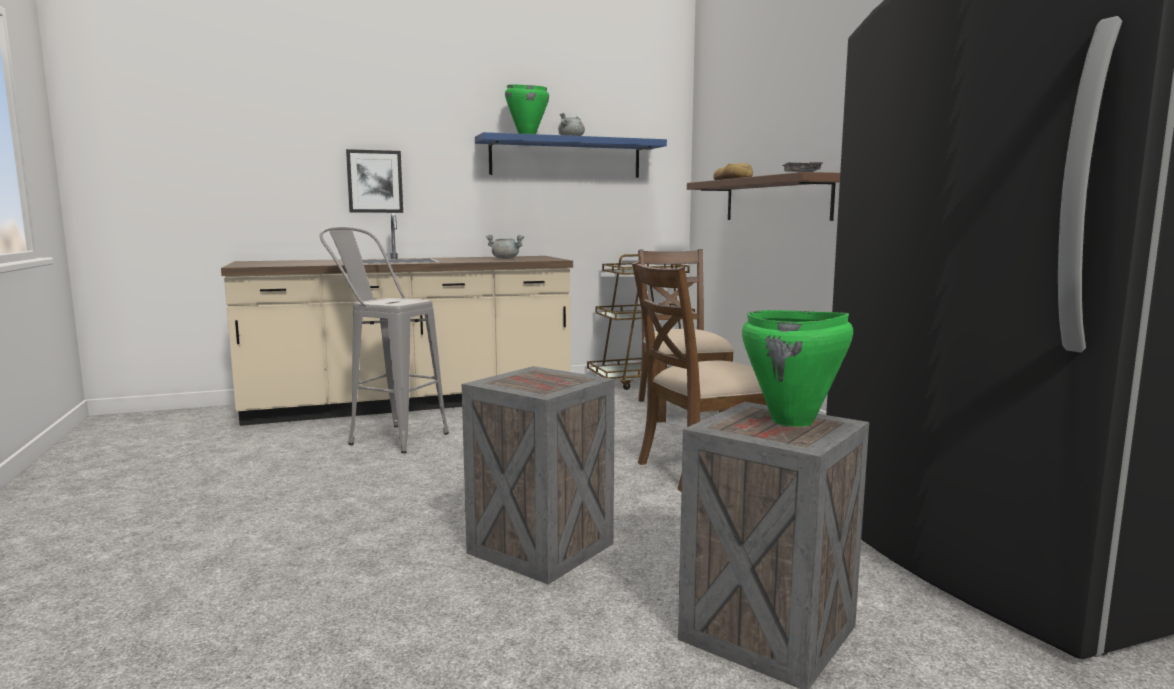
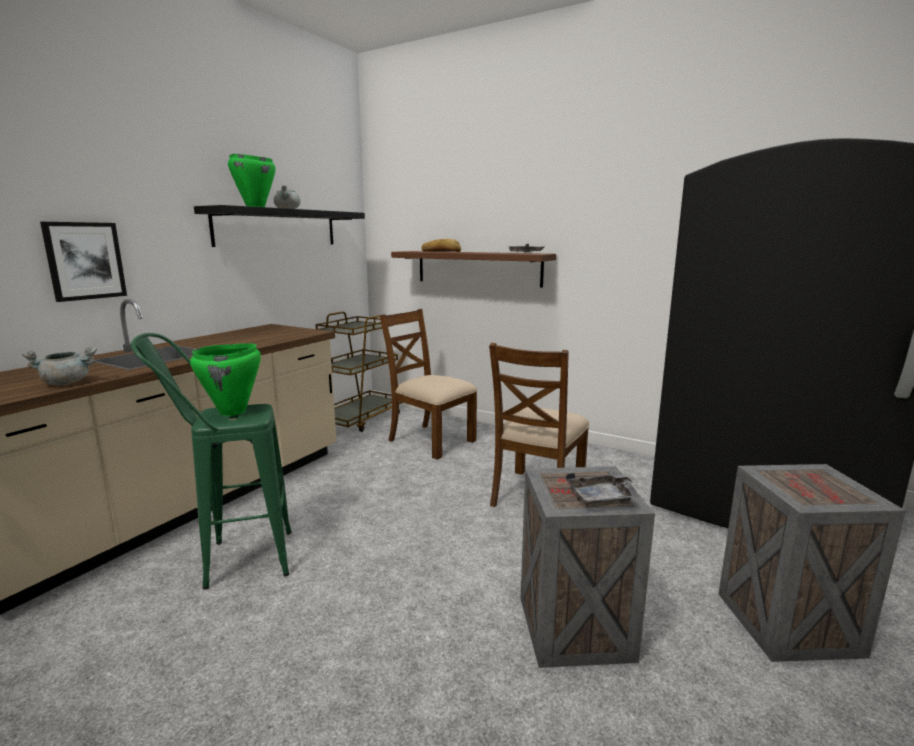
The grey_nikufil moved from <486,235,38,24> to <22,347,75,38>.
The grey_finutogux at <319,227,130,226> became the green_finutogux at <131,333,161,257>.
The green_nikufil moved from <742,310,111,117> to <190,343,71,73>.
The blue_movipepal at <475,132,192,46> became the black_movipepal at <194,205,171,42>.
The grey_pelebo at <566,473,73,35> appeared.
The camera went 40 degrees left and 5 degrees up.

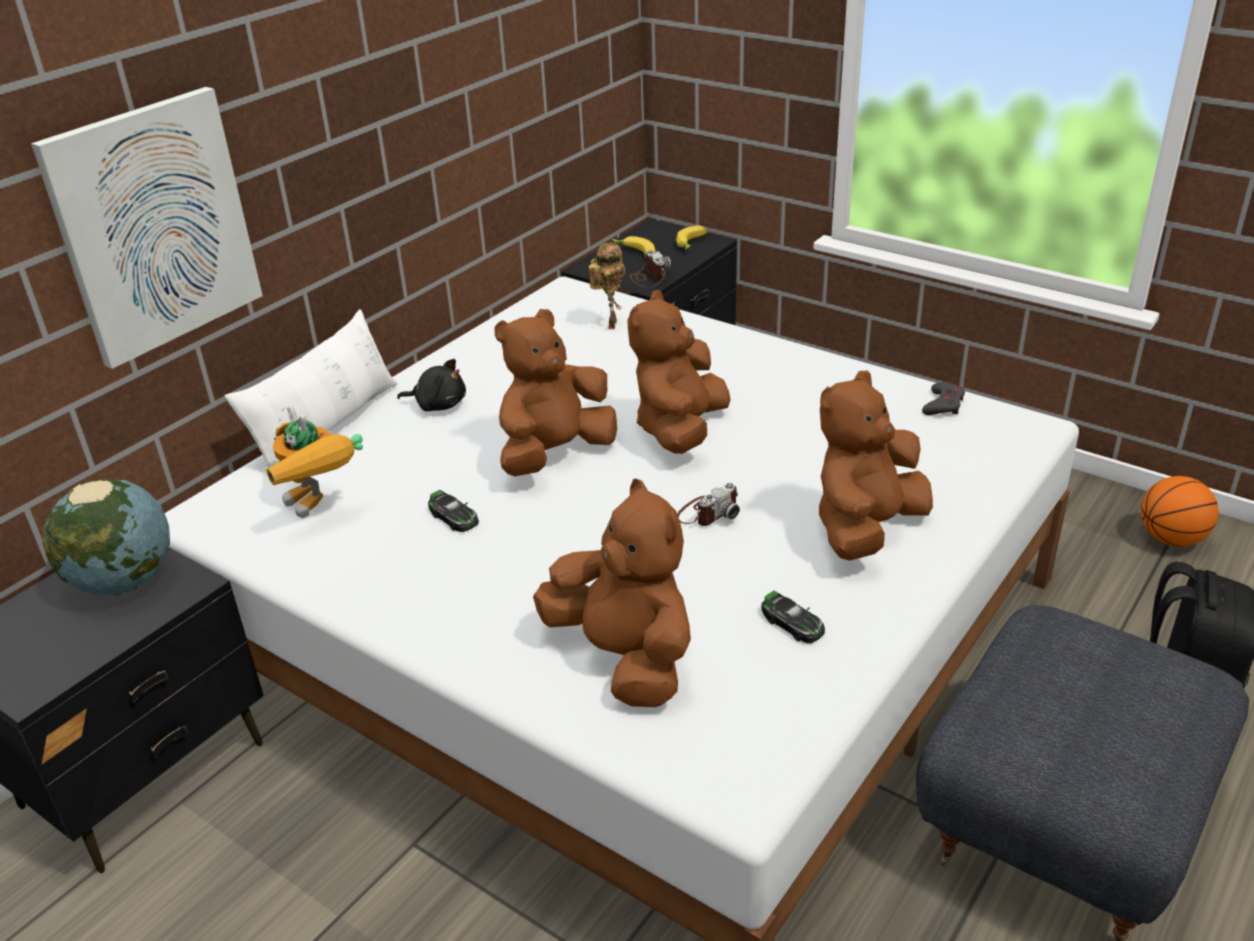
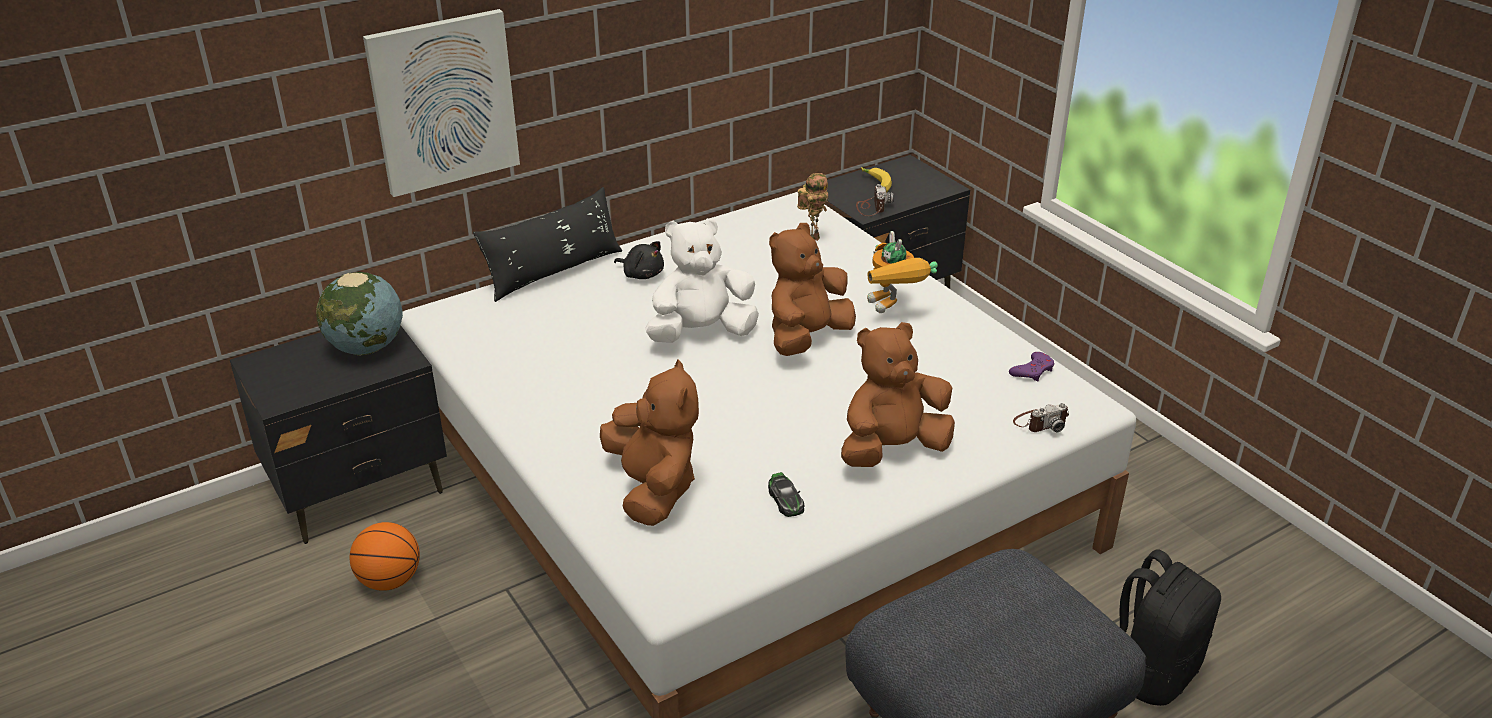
The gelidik moved from <1141,476,78,71> to <349,522,71,69>.
The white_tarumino at <225,309,173,160> became the black_tarumino at <473,187,149,115>.
The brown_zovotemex at <495,309,122,167> became the white_zovotemex at <645,218,114,125>.
The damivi moved from <267,406,96,112> to <867,231,71,82>.
The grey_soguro at <922,382,43,33> became the purple_soguro at <1009,352,45,30>.
The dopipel moved from <677,483,63,43> to <1013,403,56,29>.
The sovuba at <428,490,51,42> disappeared.
The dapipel at <676,226,32,24> disappeared.
The camera went 20 degrees right and 0 degrees up.

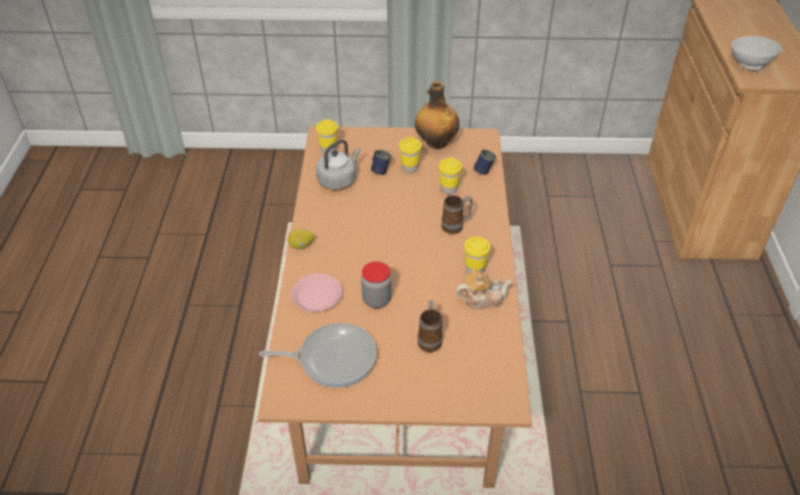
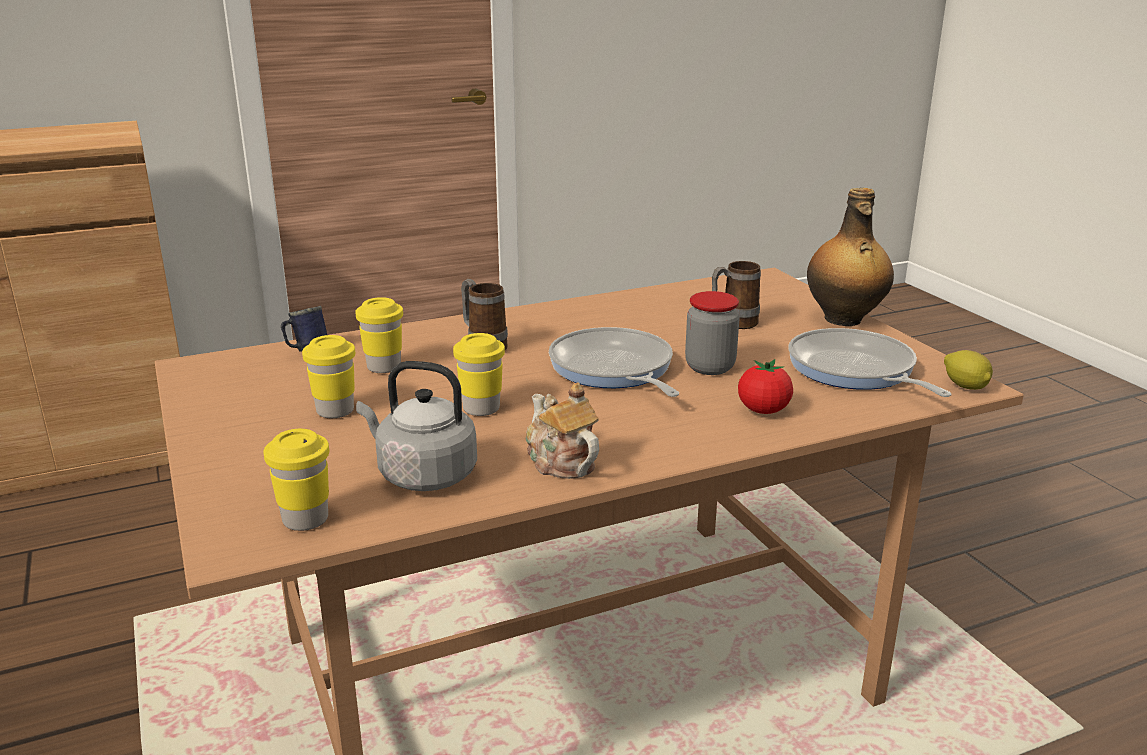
The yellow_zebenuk moved from <464,237,27,37> to <453,333,52,83>.
The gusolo moved from <456,269,56,40> to <526,383,73,96>.
The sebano at <549,327,130,70> appeared.
The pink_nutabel at <291,273,52,39> was replaced by the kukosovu at <738,359,55,55>.
The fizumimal moved from <415,81,44,68> to <807,188,87,138>.
The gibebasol moved from <287,229,27,20> to <944,350,49,40>.
The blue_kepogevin at <371,150,21,25> disappeared.
The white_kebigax at <731,36,51,34> disappeared.
The camera went 115 degrees left and 20 degrees down.

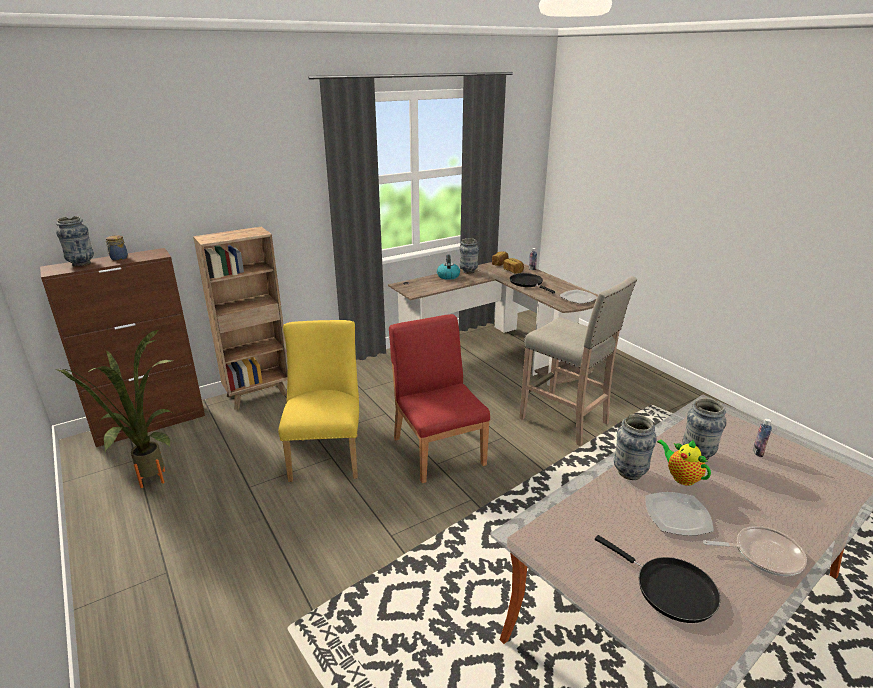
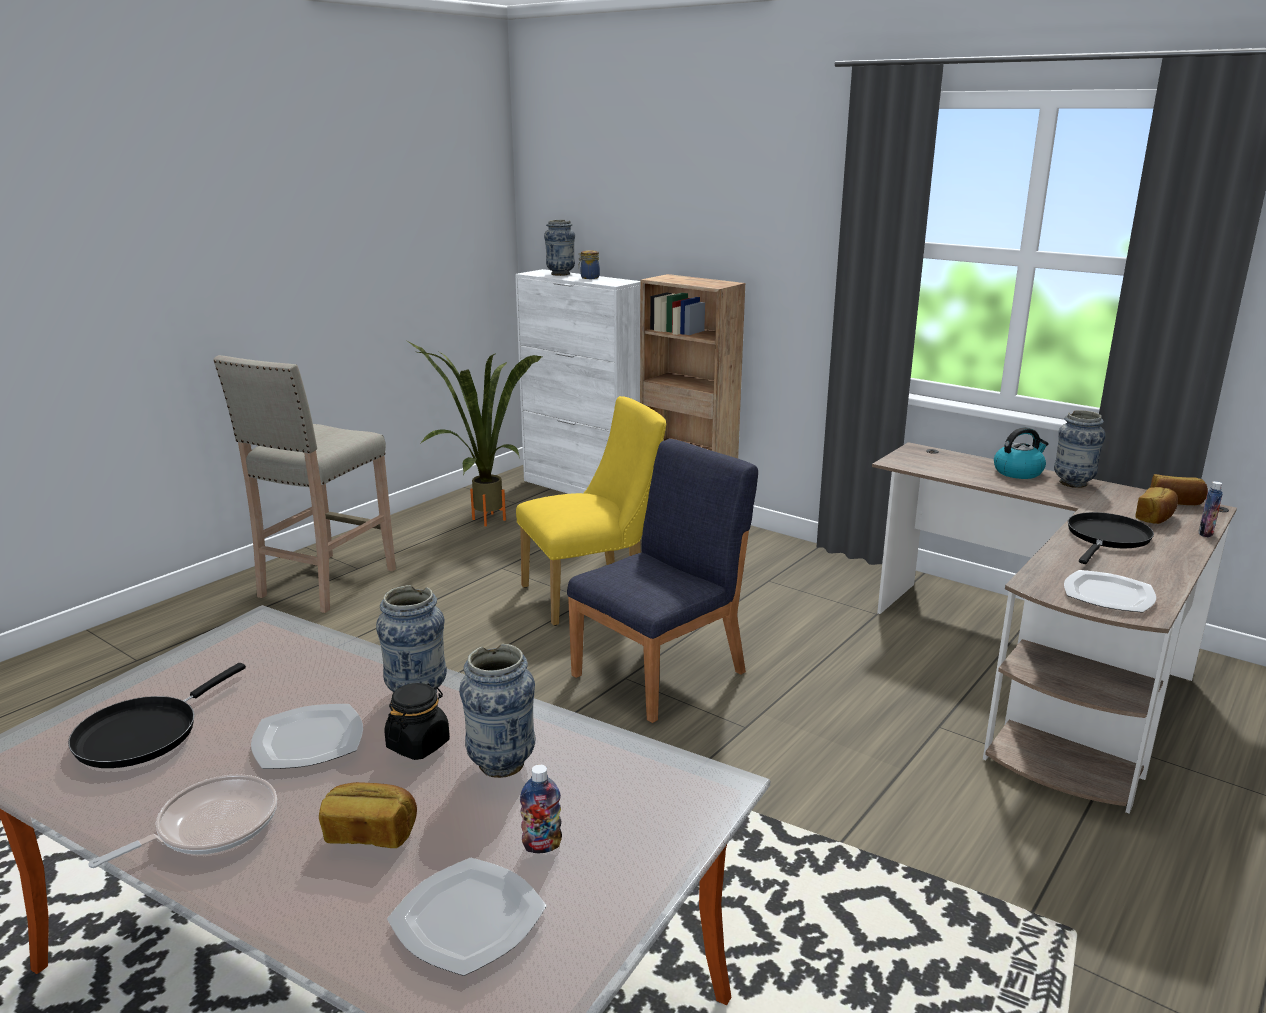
The sebano at <703,526,104,50> turned 120 degrees counterclockwise.
The beige_finutogux moved from <519,276,118,170> to <213,355,183,258>.
The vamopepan at <319,782,98,66> appeared.
The gusolo at <657,439,54,47> was replaced by the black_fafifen at <384,683,66,77>.
The nutabel at <387,857,160,119> appeared.
The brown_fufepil at <40,248,165,199> became the white_fufepil at <515,269,125,225>.
The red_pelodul at <389,314,101,169> became the blue_pelodul at <567,439,191,284>.
The camera went 70 degrees right and 5 degrees down.

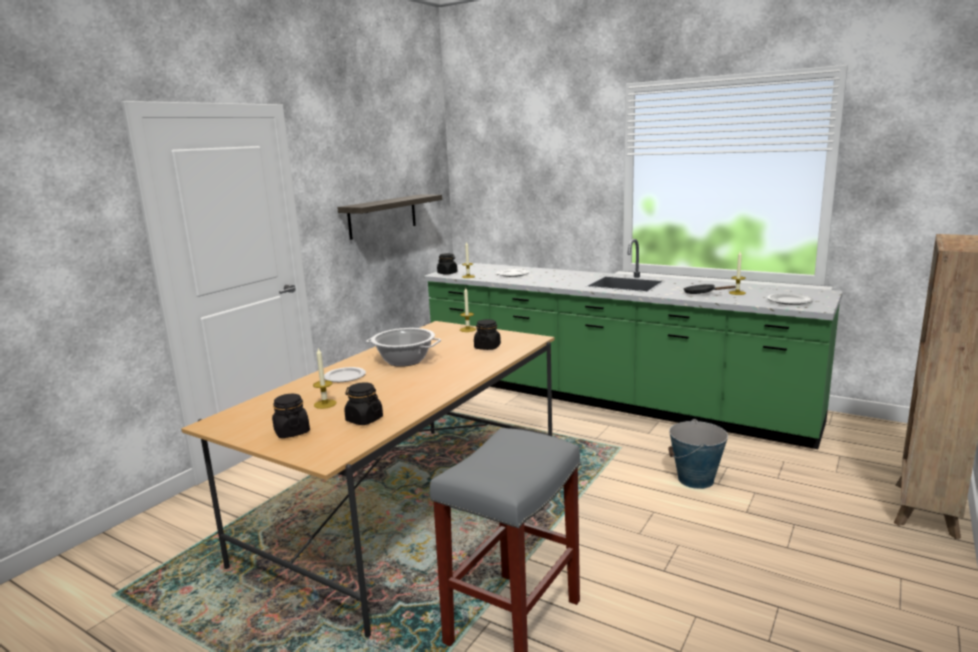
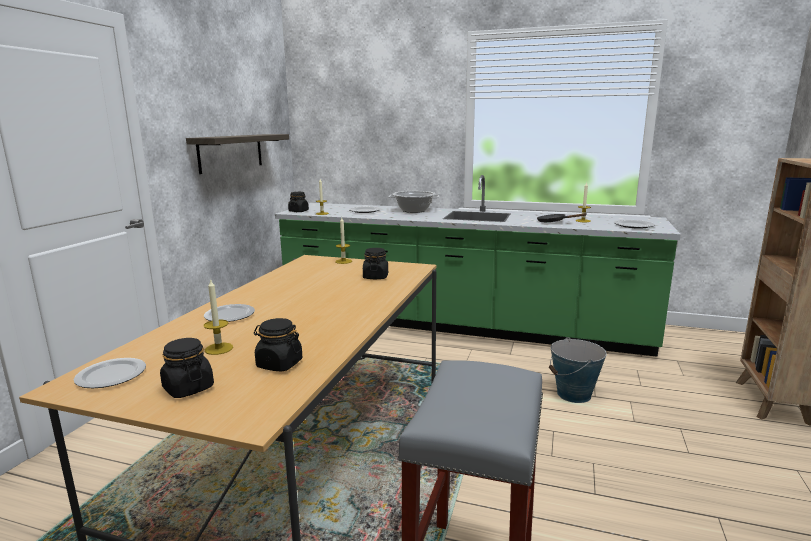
The nutabel at <74,358,72,30> appeared.
The nikufil moved from <366,328,75,39> to <388,191,52,22>.
The camera went 15 degrees left and 0 degrees up.

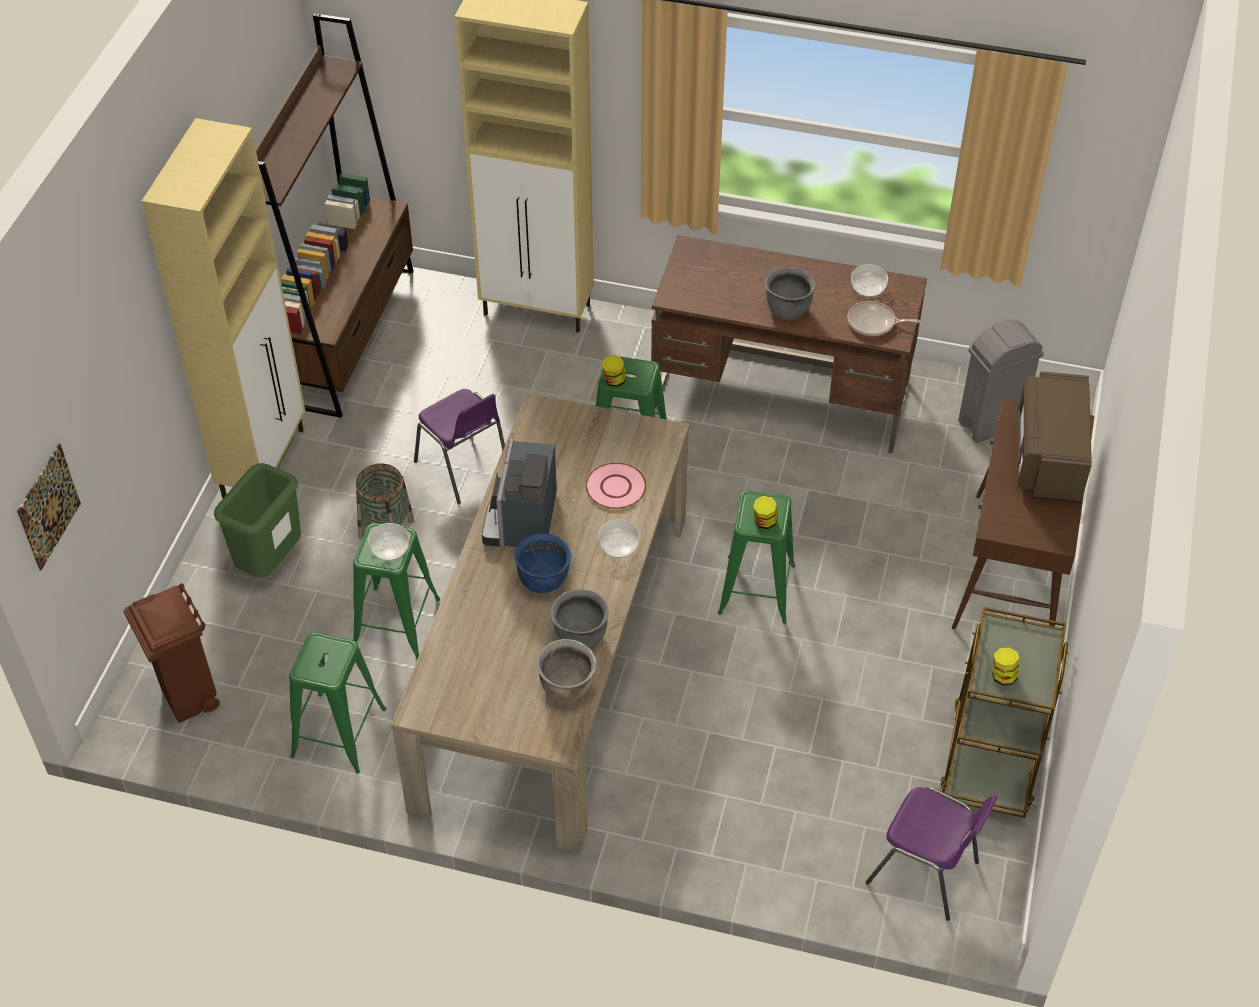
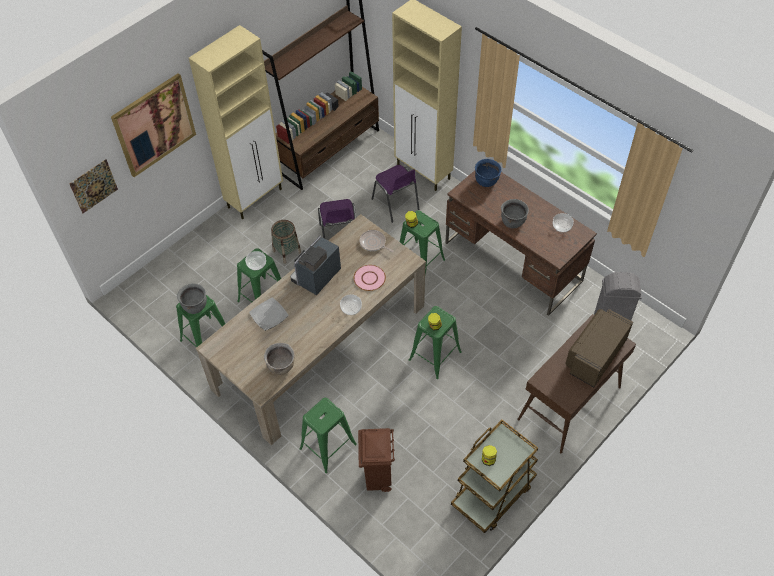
The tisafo at <111,73,85,104> appeared.
The grey_nikufil moved from <551,589,58,60> to <177,283,30,31>.
The nutabel at <249,298,40,33> appeared.
The green_finutogux at <299,398,58,75> appeared.
The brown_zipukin moved from <124,583,96,140> to <358,428,37,64>.
The sebano moved from <848,301,72,35> to <360,230,34,22>.
The purple_pelodul moved from <865,787,133,134> to <372,165,47,58>.
The blue_nikufil moved from <515,533,56,60> to <475,159,27,28>.
The green_zipukin at <214,463,87,114> disappeared.
The camera went 30 degrees right and 5 degrees up.

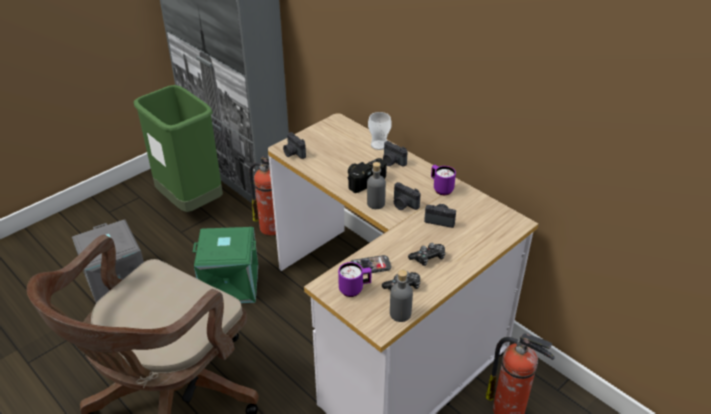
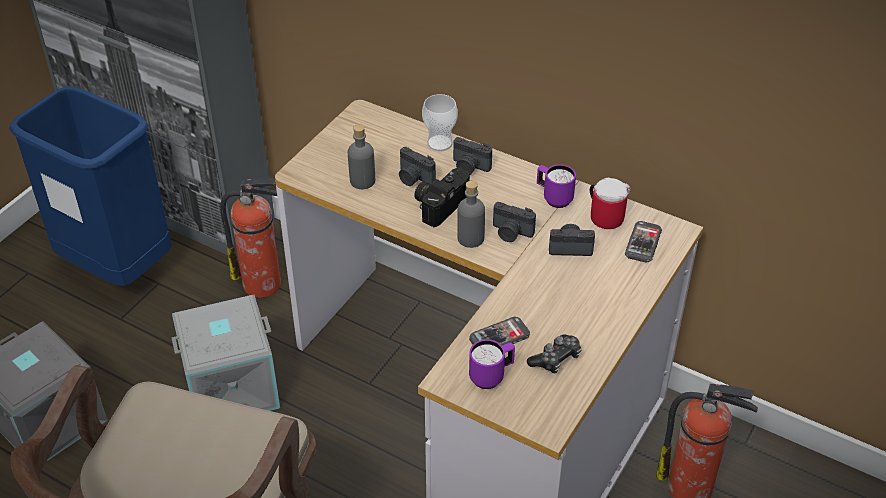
The green_zipukin at <134,85,89,127> became the blue_zipukin at <9,86,163,200>.
The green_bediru at <193,227,65,76> became the grey_bediru at <172,295,108,116>.
The grey_fizumimal moved from <390,270,23,52> to <348,124,27,65>.
The dopipel moved from <283,132,23,27> to <399,147,37,39>.
The kepogevin at <590,178,41,51> appeared.
The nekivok at <625,221,37,42> appeared.
The soguro at <408,243,37,23> disappeared.
The camera went 15 degrees left and 5 degrees up.

